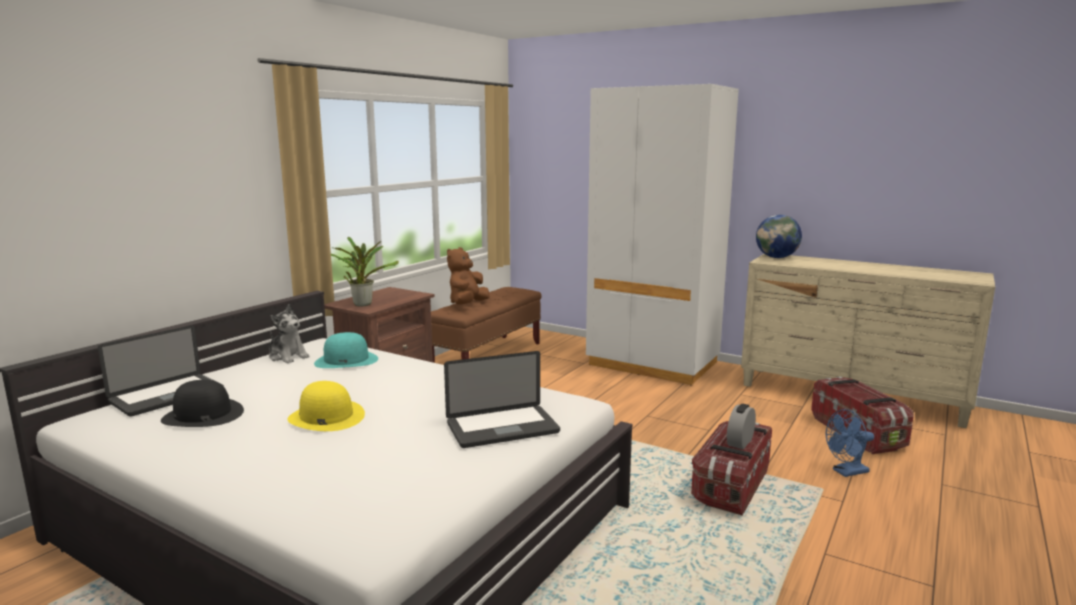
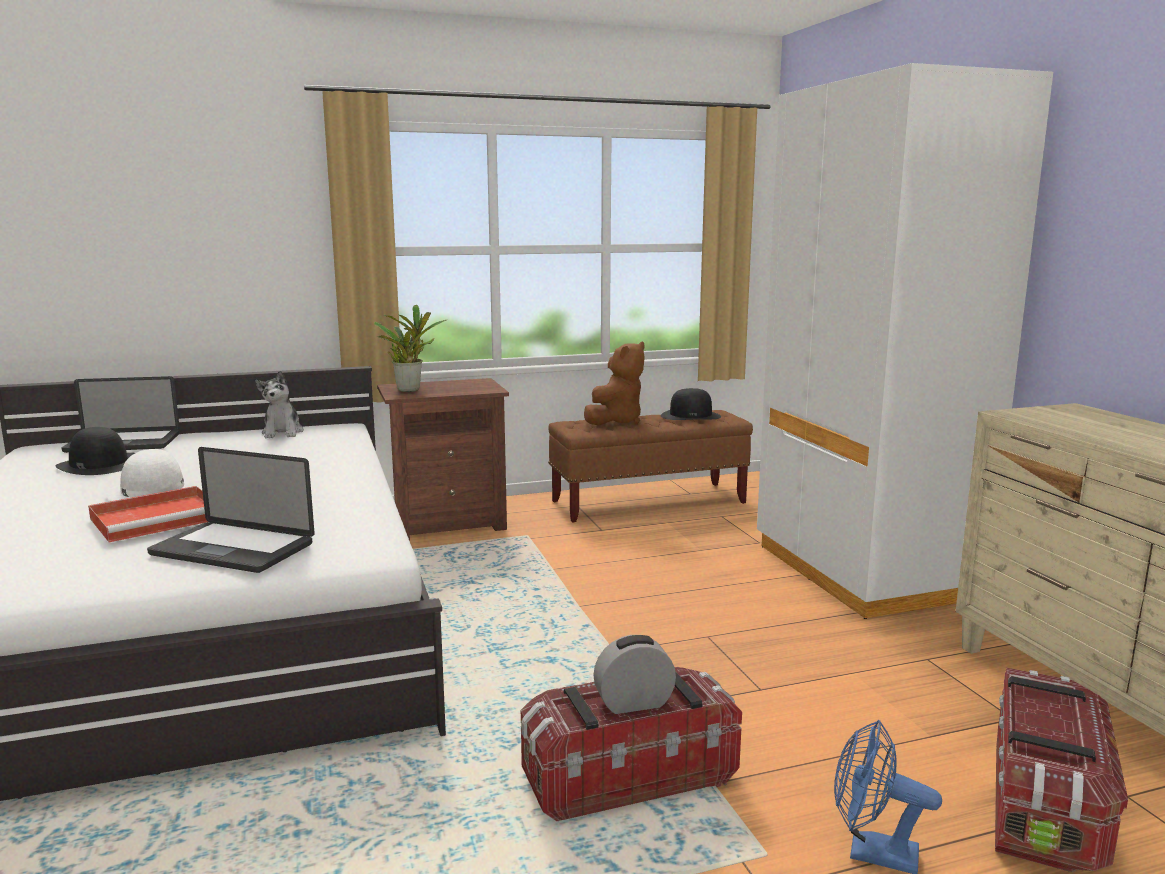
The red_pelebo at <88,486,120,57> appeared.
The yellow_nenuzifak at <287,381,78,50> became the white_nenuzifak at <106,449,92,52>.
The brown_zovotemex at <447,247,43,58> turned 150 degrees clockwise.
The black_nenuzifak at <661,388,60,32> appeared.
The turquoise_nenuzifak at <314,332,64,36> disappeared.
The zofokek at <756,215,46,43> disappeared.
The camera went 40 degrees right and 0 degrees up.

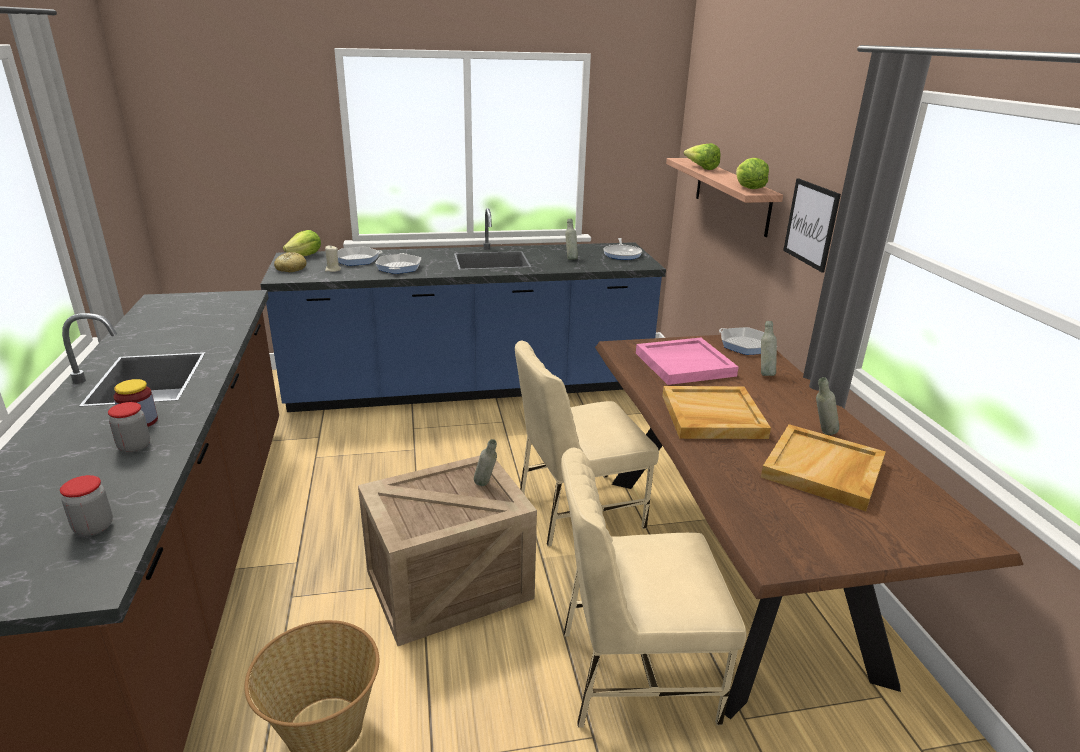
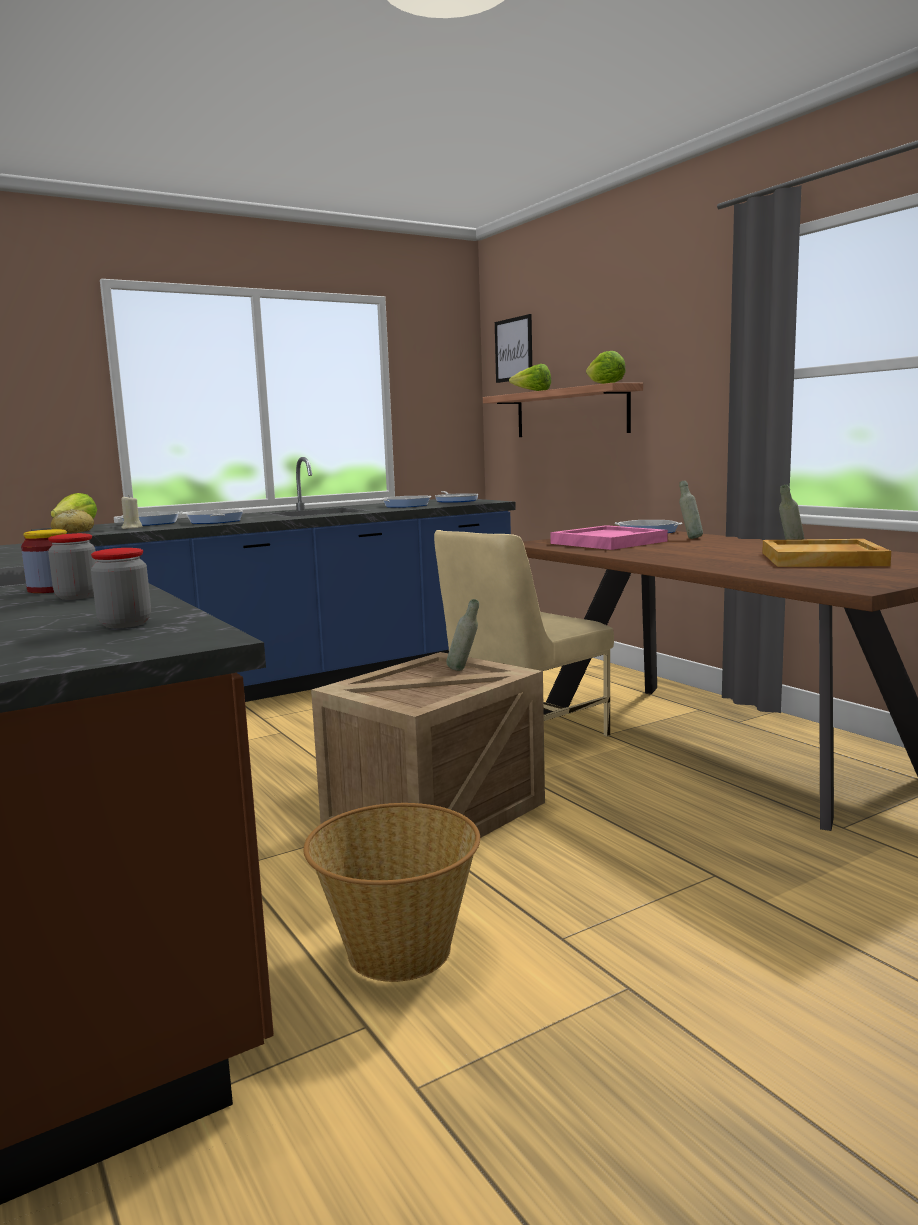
The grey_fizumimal at <565,219,13,41> was replaced by the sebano at <381,496,51,11>.
The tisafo moved from <783,179,58,93> to <495,314,37,69>.
The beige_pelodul at <561,447,185,281> disappeared.
The beige_pelebo at <662,386,109,53> disappeared.
The camera went 20 degrees left and 15 degrees down.

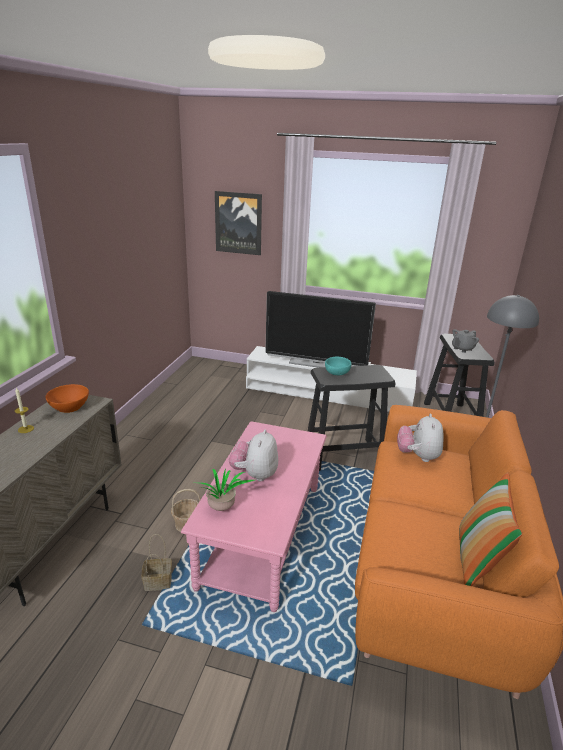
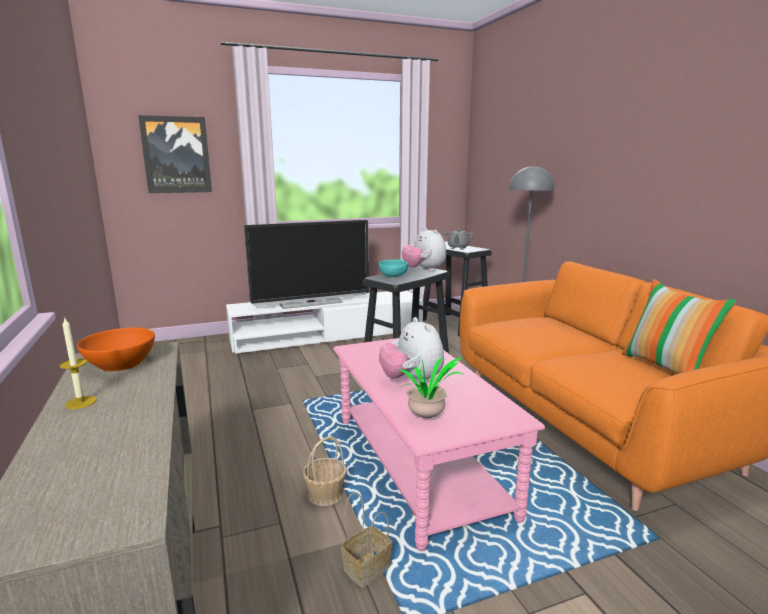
The zovotemex moved from <397,414,47,48> to <402,227,44,45>.
The camera went 35 degrees left and 10 degrees down.

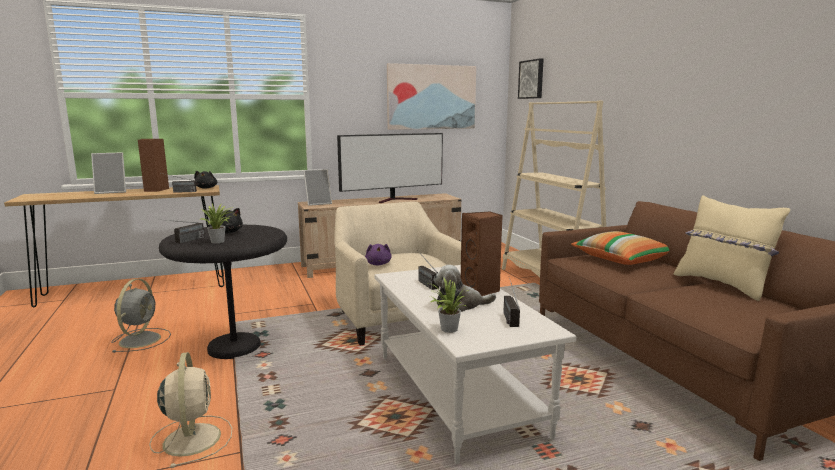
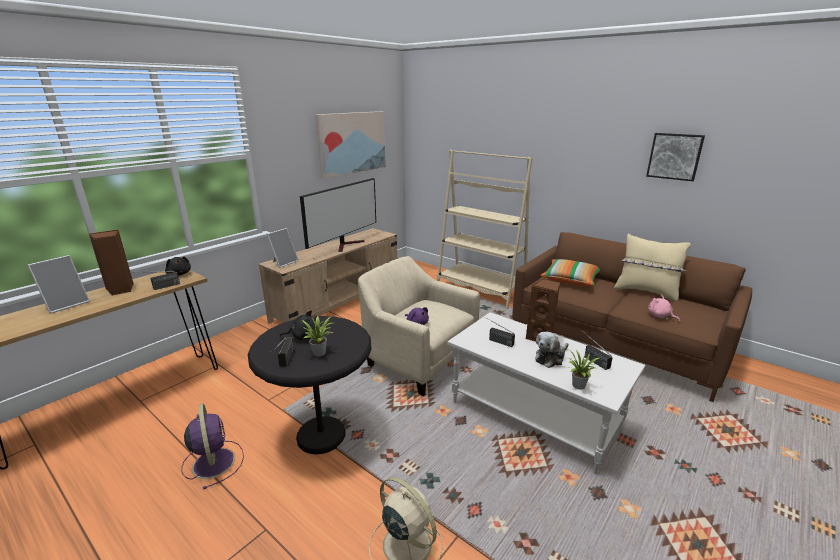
The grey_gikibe at <111,279,60,74> became the purple_gikibe at <181,404,63,85>.
The tisafo moved from <518,58,26,41> to <646,133,59,48>.
The pink_zovotemex at <648,294,32,28> appeared.
The camera went 30 degrees left and 10 degrees up.

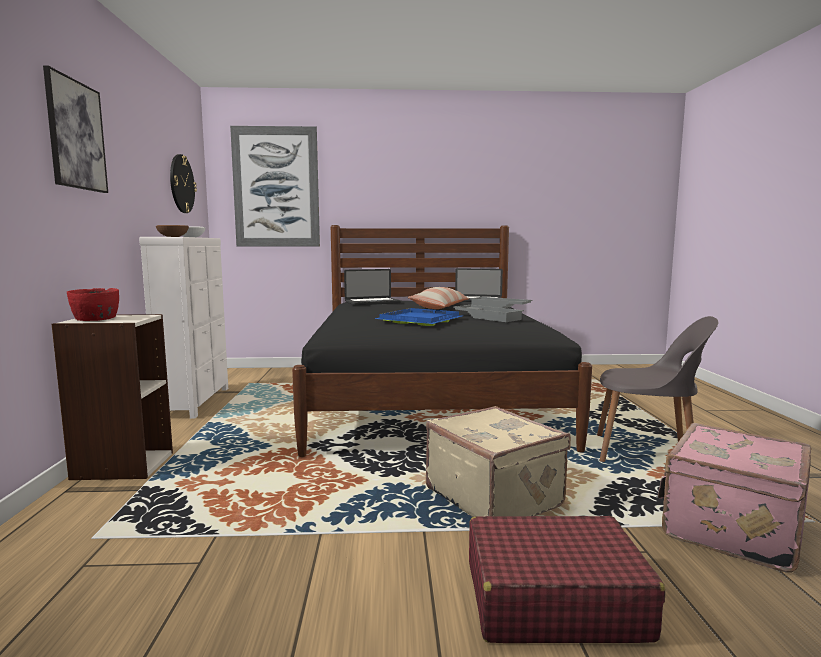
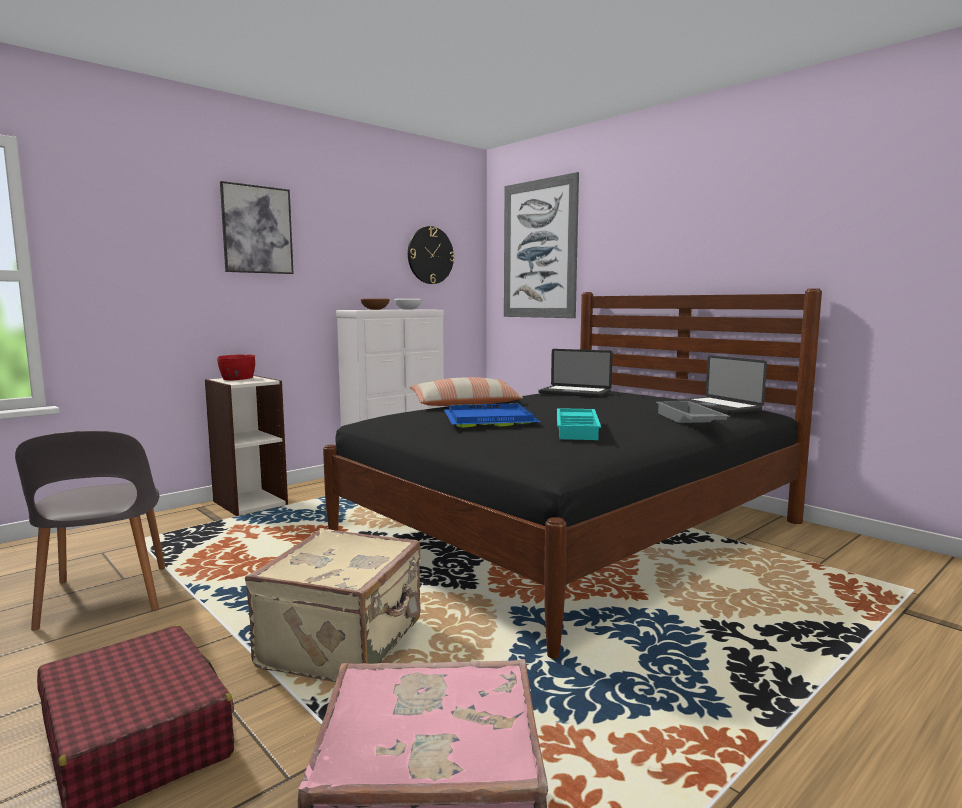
The grey_pelodul moved from <597,316,121,146> to <15,431,150,200>.
The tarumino moved from <408,287,61,22> to <409,377,114,29>.
The grey_pelebo at <453,305,71,17> became the turquoise_pelebo at <557,408,44,32>.
The camera went 50 degrees right and 0 degrees up.

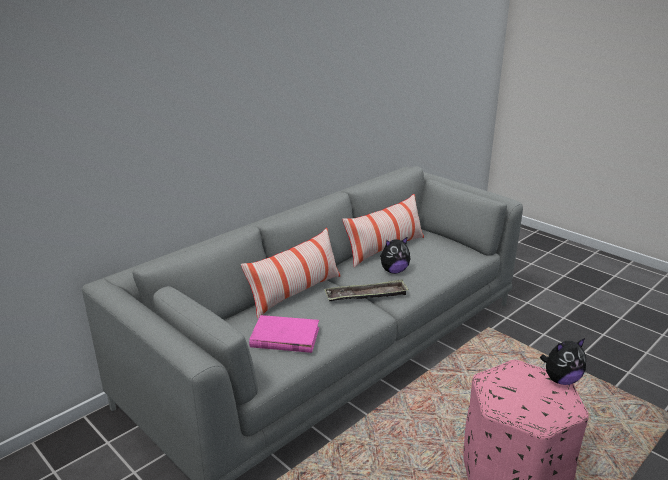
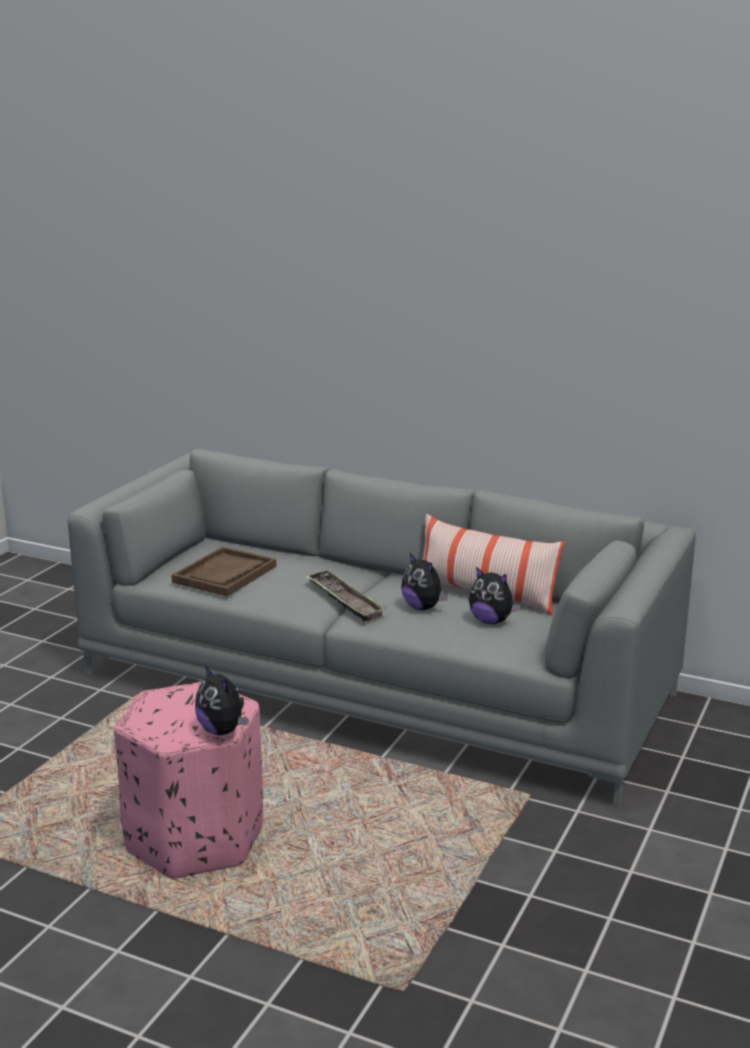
The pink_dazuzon at <249,315,70,38> was replaced by the brown_pelebo at <171,546,105,51>.
The zovotemex at <469,567,51,57> appeared.
The tarumino at <241,228,99,91> disappeared.
The camera went 70 degrees right and 5 degrees down.

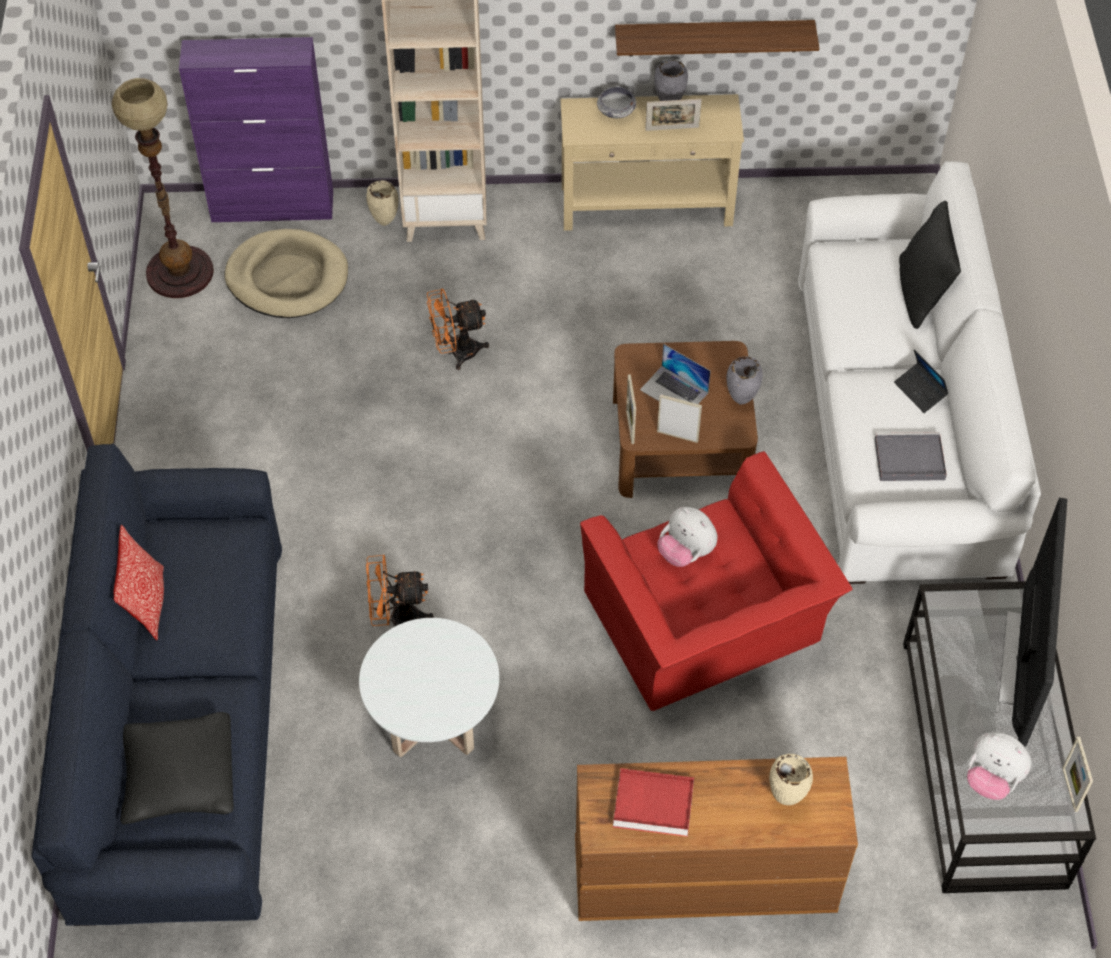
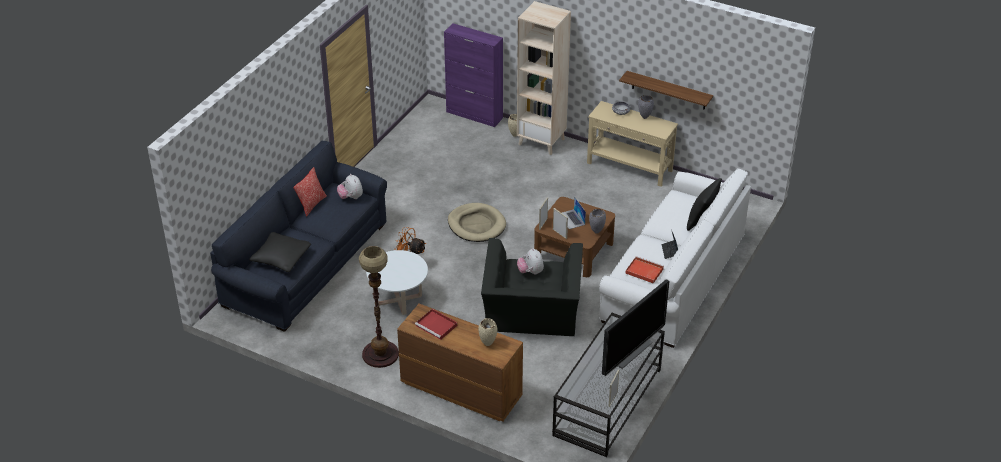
The zovotemex moved from <967,732,65,68> to <337,174,26,25>.
The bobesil moved from <112,78,102,220> to <359,246,40,122>.
The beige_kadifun moved from <224,229,124,89> to <448,203,58,39>.
The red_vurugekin at <580,451,273,260> became the black_vurugekin at <481,238,102,98>.
The grey_pelebo at <874,432,73,49> became the red_pelebo at <625,256,39,27>.
The orange_gikibe at <427,289,62,81> disappeared.
The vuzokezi at <645,99,57,32> disappeared.
The camera went 30 degrees right and 15 degrees down.

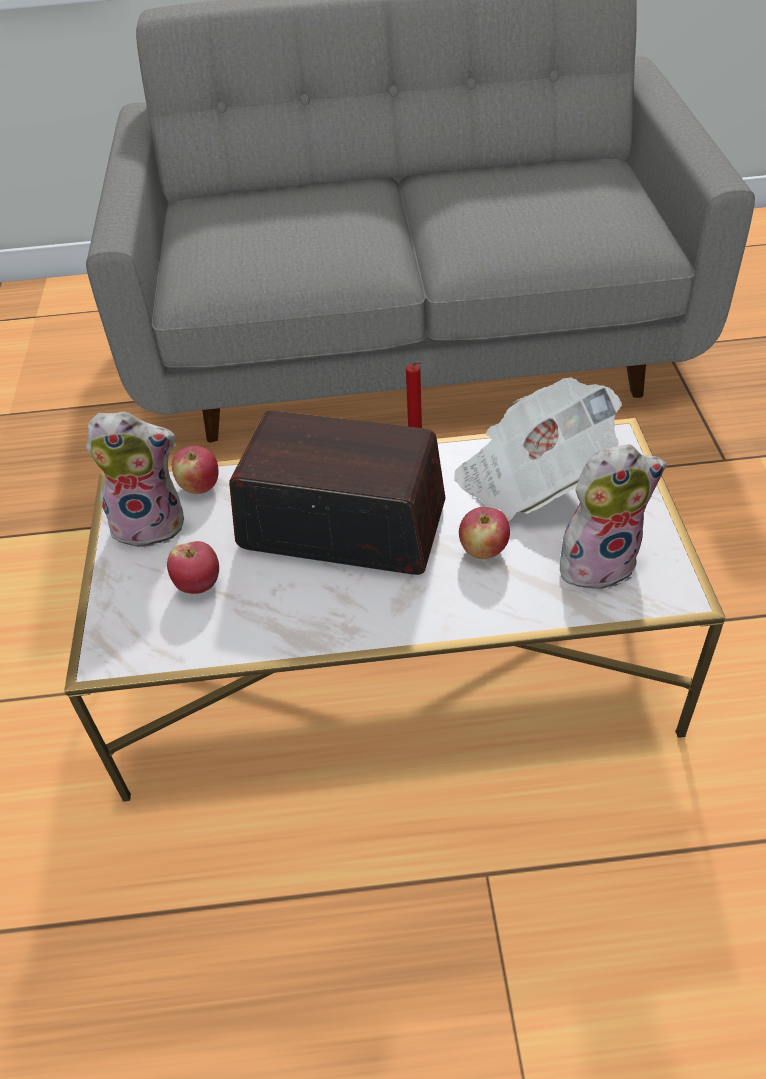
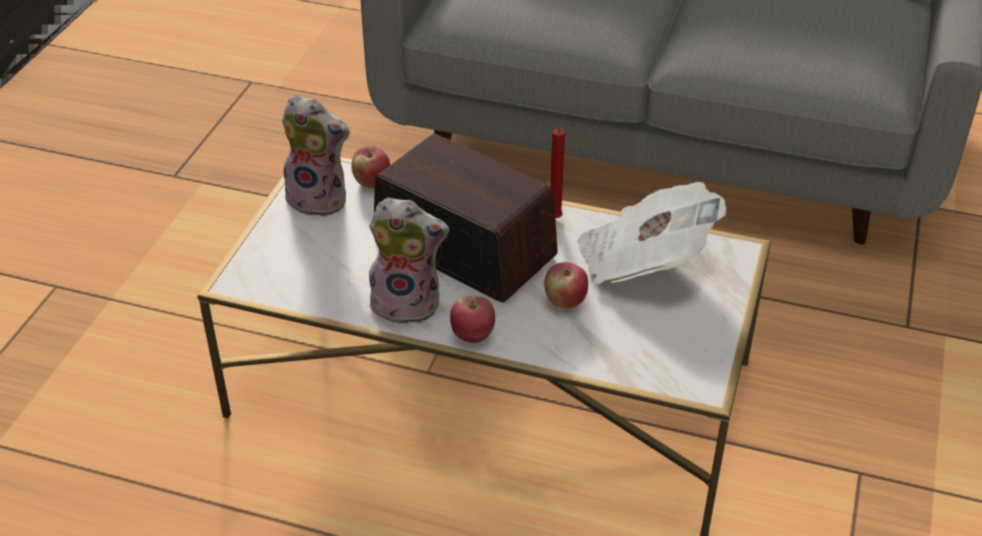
The zovotemex moved from <560,444,107,149> to <367,198,82,126>.
The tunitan moved from <167,541,52,53> to <450,295,45,48>.
The camera went 20 degrees right and 5 degrees down.

